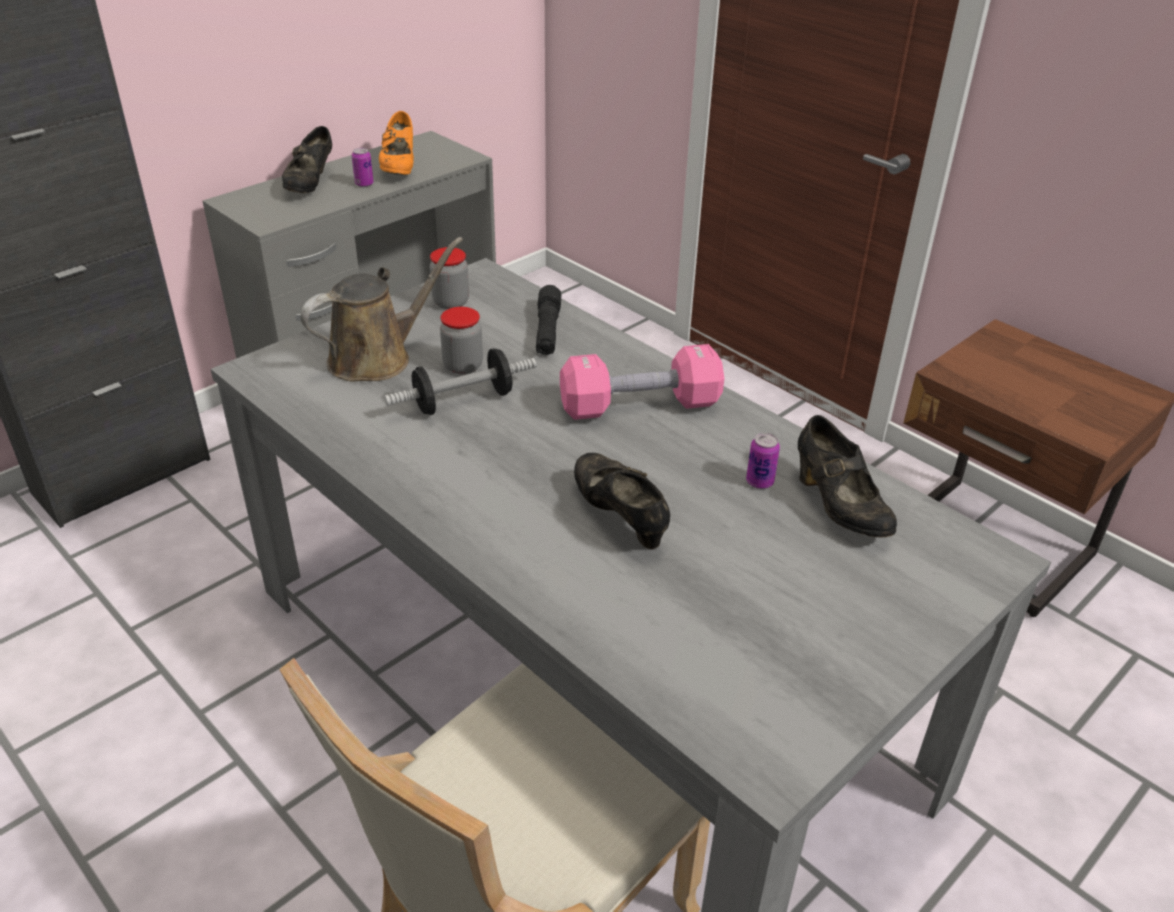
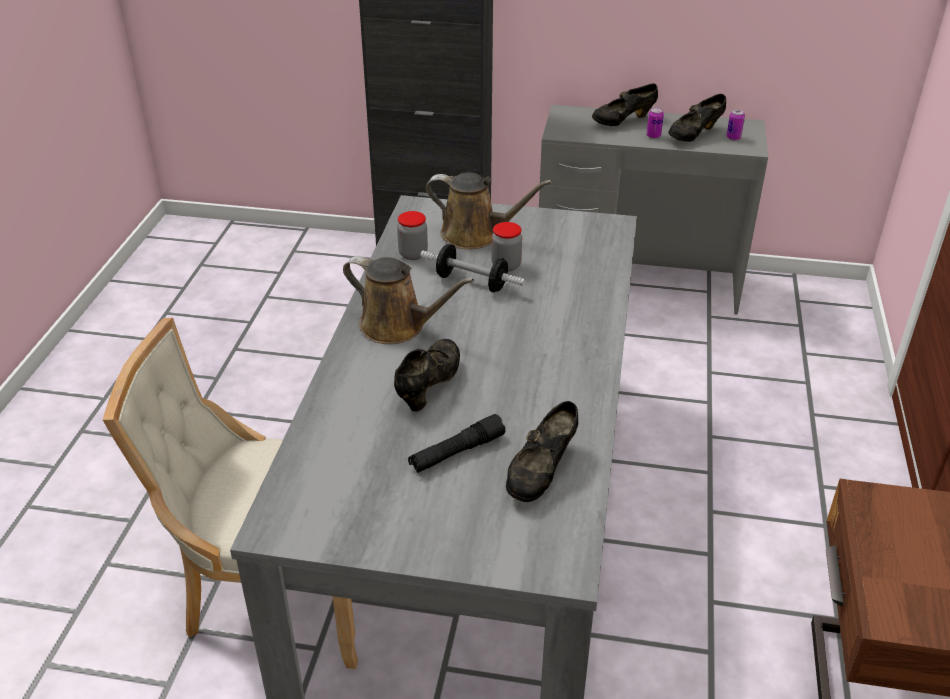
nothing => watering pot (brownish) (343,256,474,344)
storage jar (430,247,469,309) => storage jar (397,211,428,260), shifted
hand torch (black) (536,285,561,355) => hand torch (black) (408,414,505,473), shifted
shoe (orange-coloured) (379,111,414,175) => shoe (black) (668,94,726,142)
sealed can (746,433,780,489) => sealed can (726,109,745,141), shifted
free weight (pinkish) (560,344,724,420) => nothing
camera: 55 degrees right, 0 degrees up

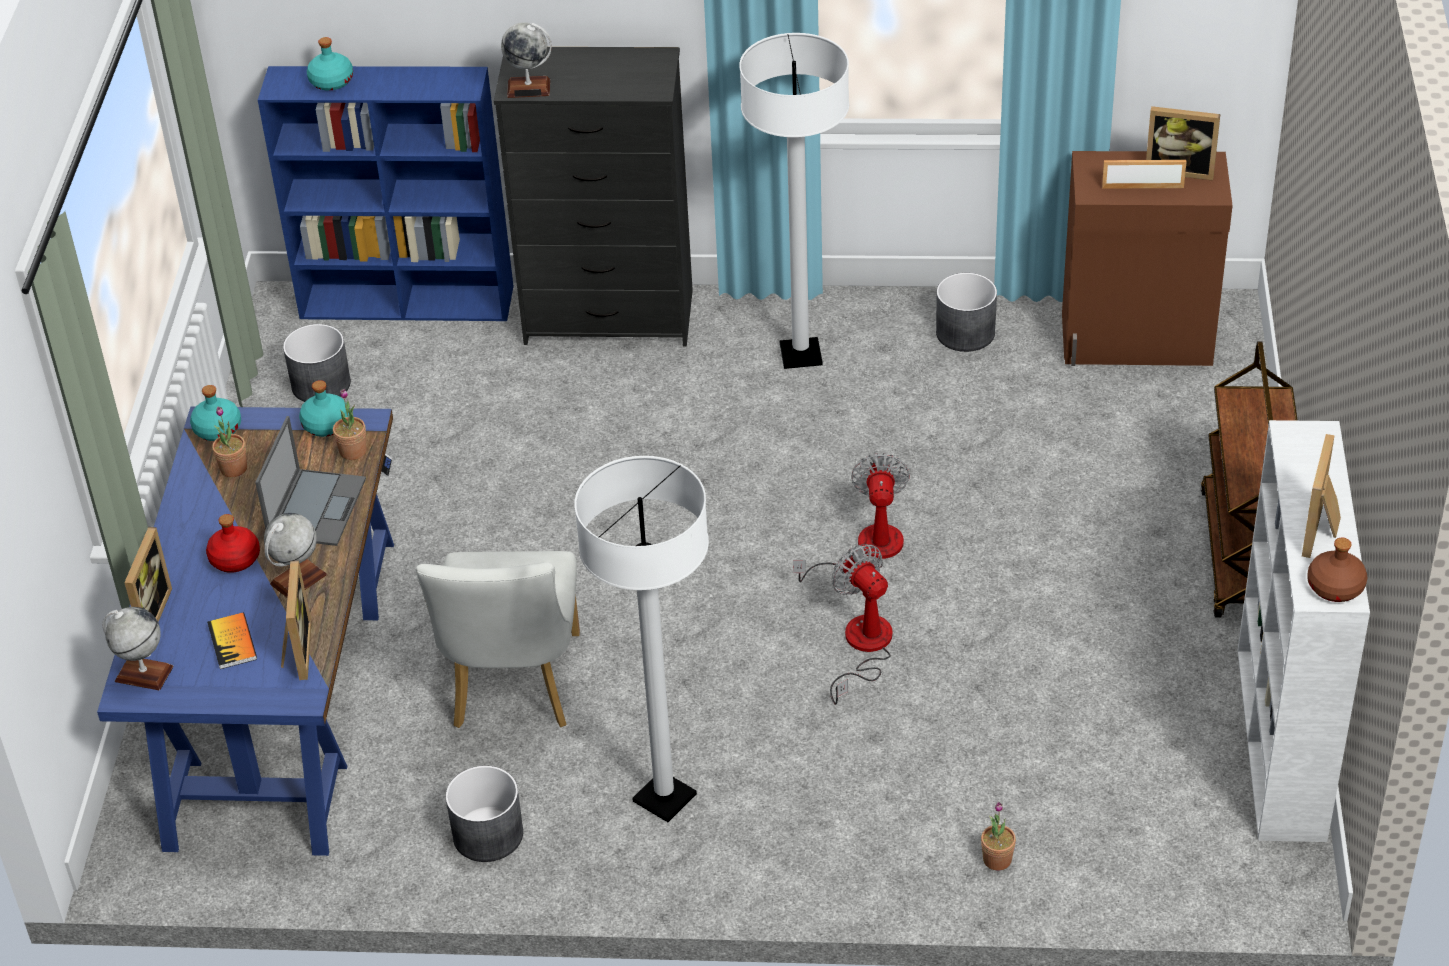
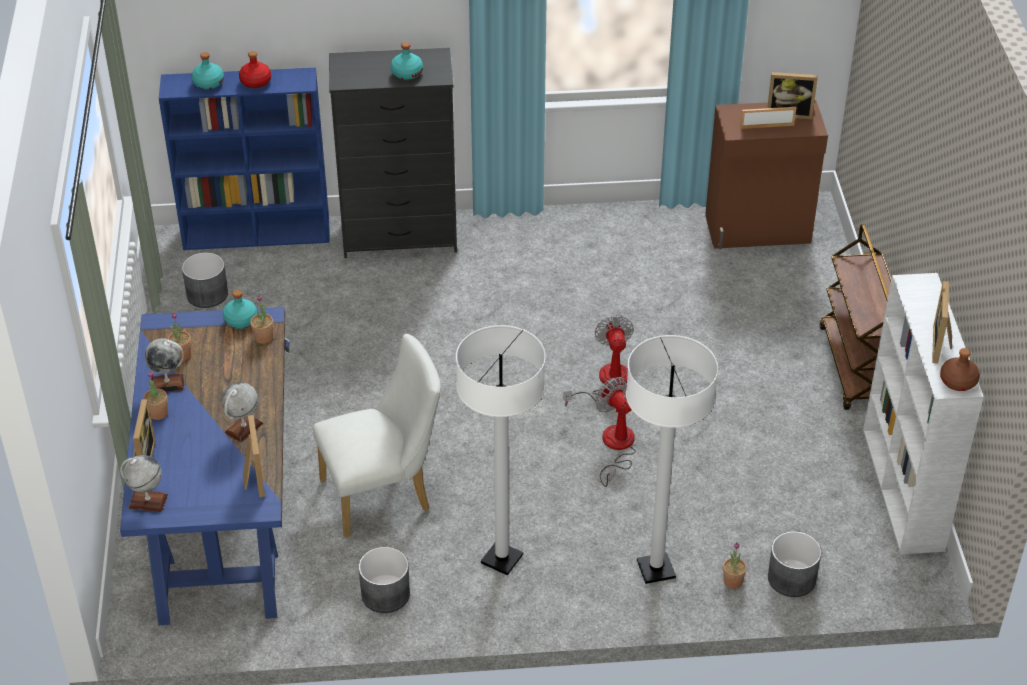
nothing => potted plant (143,370,168,420)
world globe (501,22,552,98) => world globe (144,338,184,392), shifted
drink bottle (reddish) (206,514,260,573) => drink bottle (reddish) (239,51,271,88), shifted
upright chair (whitish) (416,551,580,728) => upright chair (whitish) (313,334,441,538), 105 degrees counterclockwise
drink bottle (turquoise-coloured) (190,385,241,441) => drink bottle (turquoise-coloured) (391,42,423,80), shifted
standing lamp (whitish) (739,33,849,369) => standing lamp (whitish) (626,335,718,584), shifted
plant pot (gray) (936,273,997,352) => plant pot (gray) (768,531,821,597), shifted
volume (207,613,257,669) => nothing
portable computer (255,416,366,546) => nothing
camera: 10 degrees left, 0 degrees up

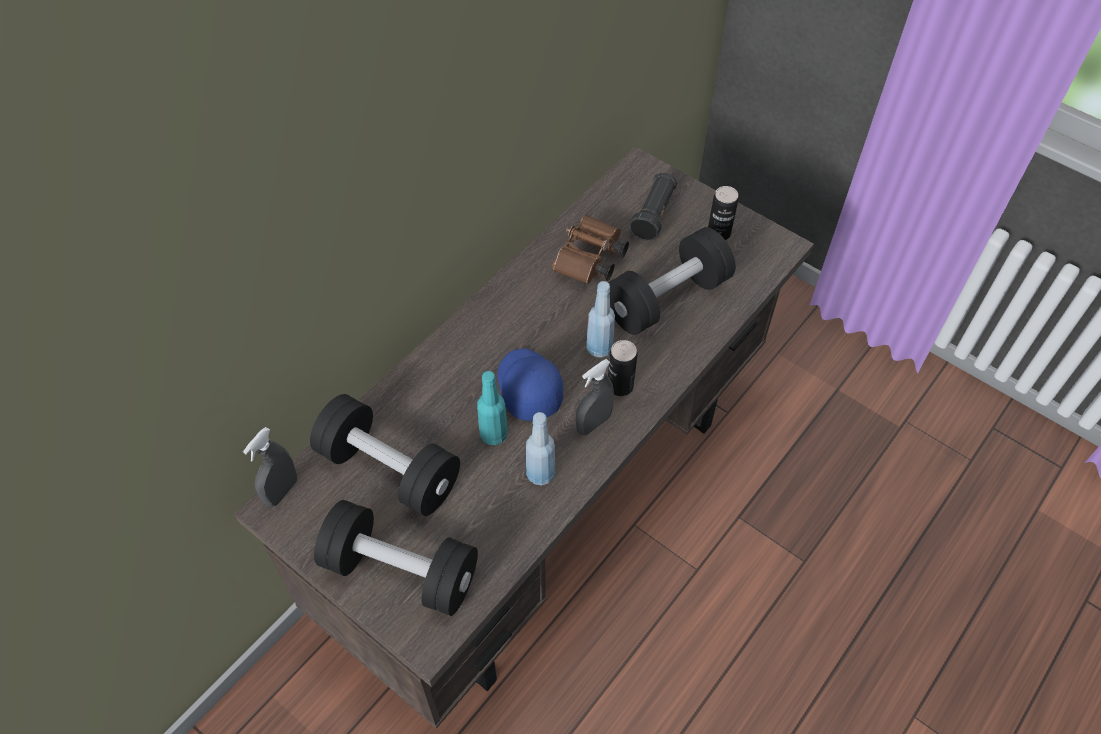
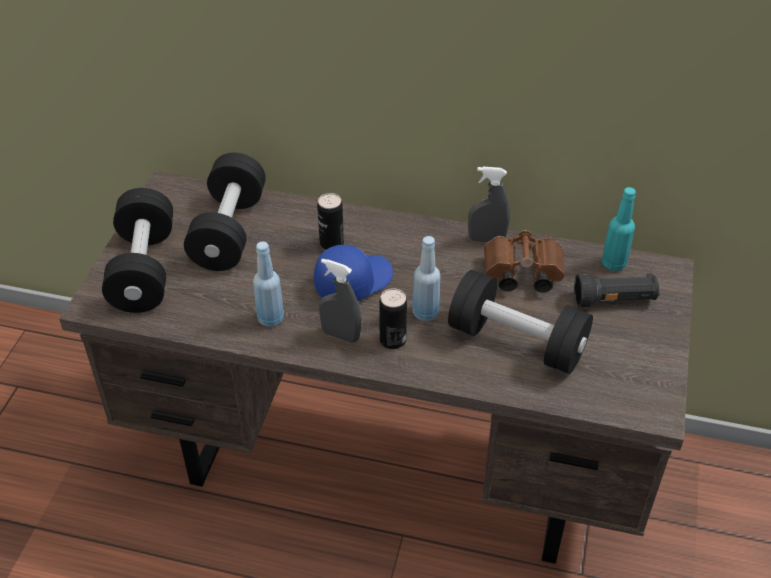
sealed can (708,186,739,240) => sealed can (317,193,344,250), shifted
spray bottle (gray) (243,427,297,507) => spray bottle (gray) (468,167,510,242), shifted
drink bottle (turquoise-coloured) (477,371,508,445) => drink bottle (turquoise-coloured) (602,187,636,271), shifted
camera: 65 degrees right, 10 degrees down

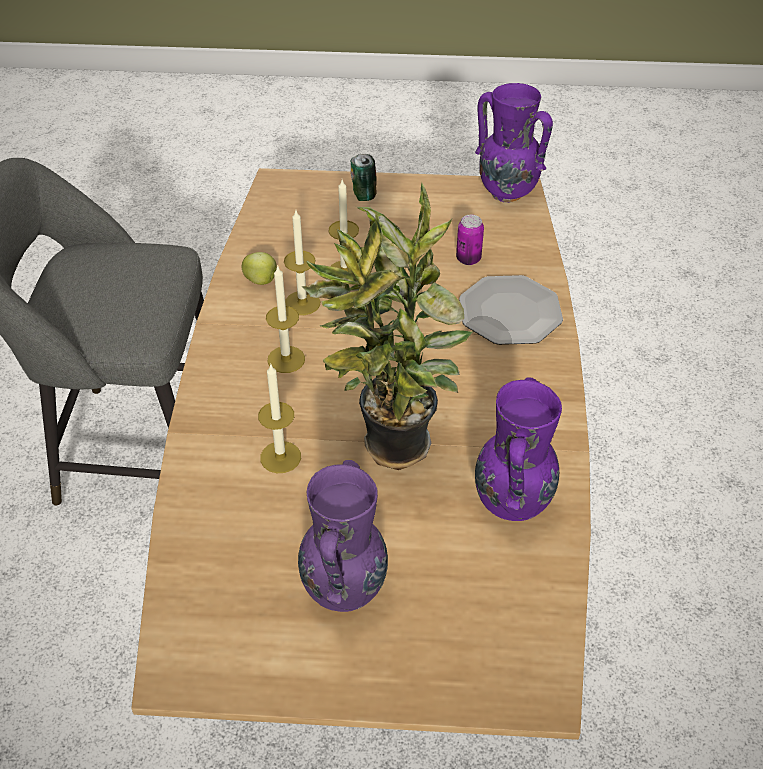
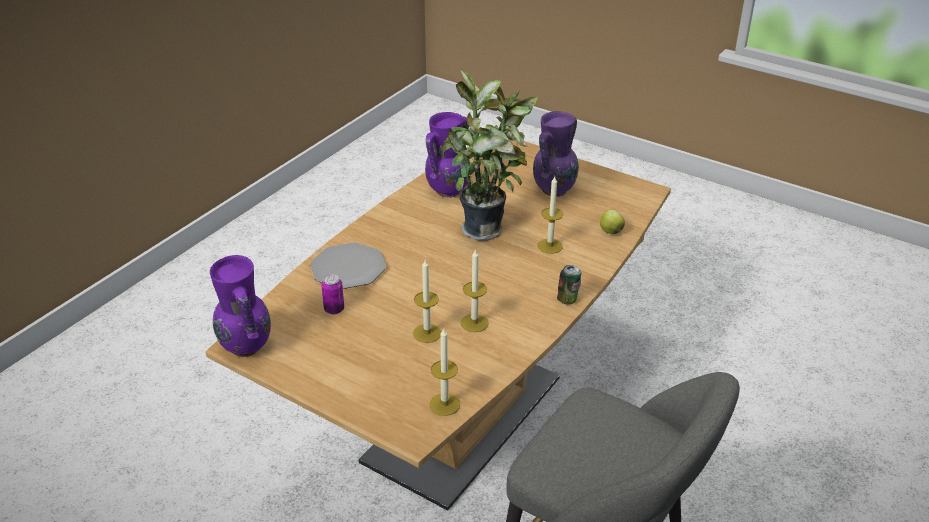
wax light (266,265,305,373) => wax light (429,328,460,416), shifted
sealed can (350,154,377,201) => sealed can (557,265,581,304), shifted
apple (242,252,277,285) => apple (600,210,625,234), shifted
camera: 150 degrees left, 10 degrees down

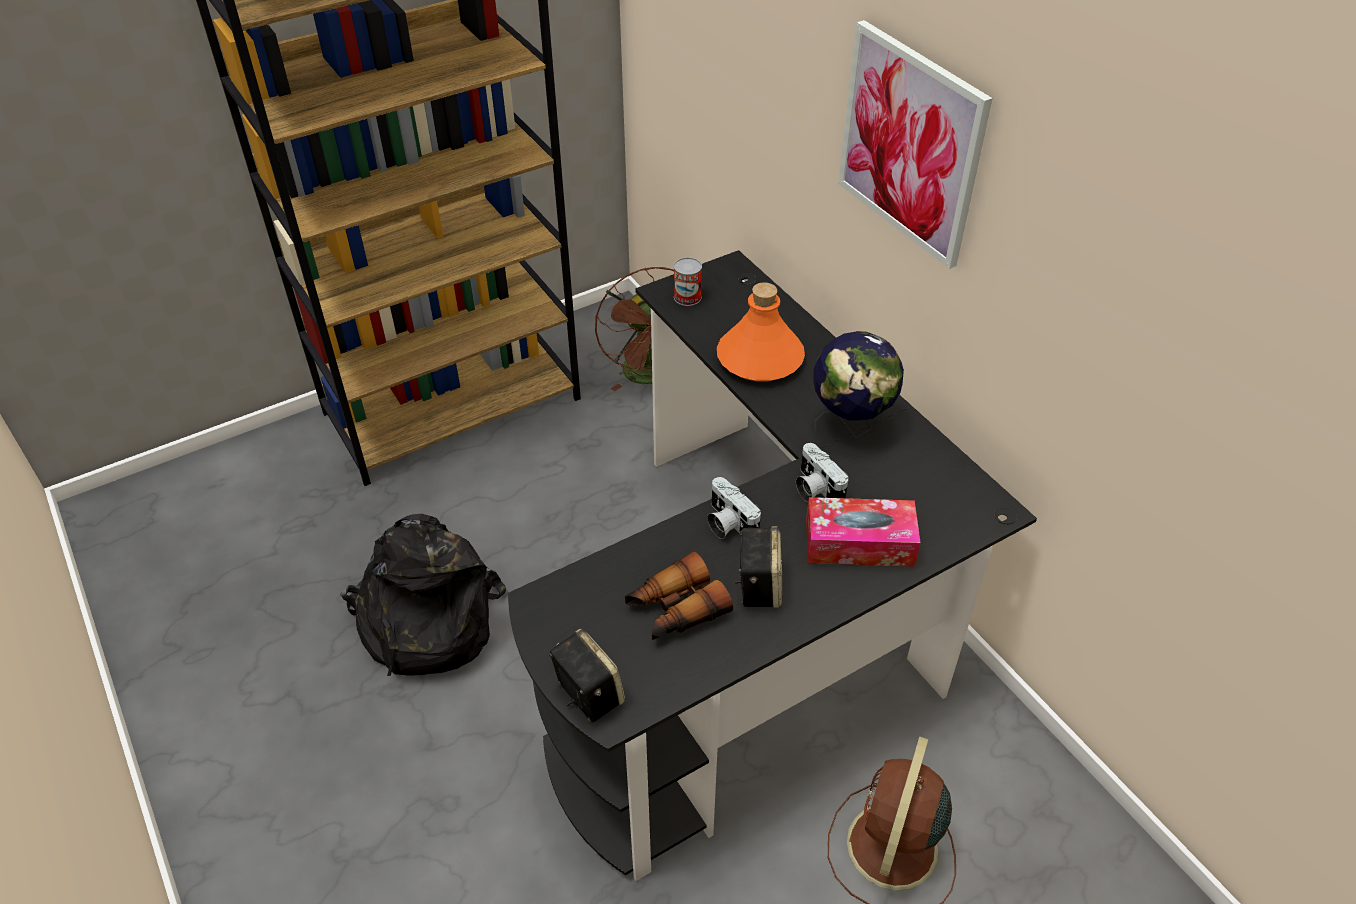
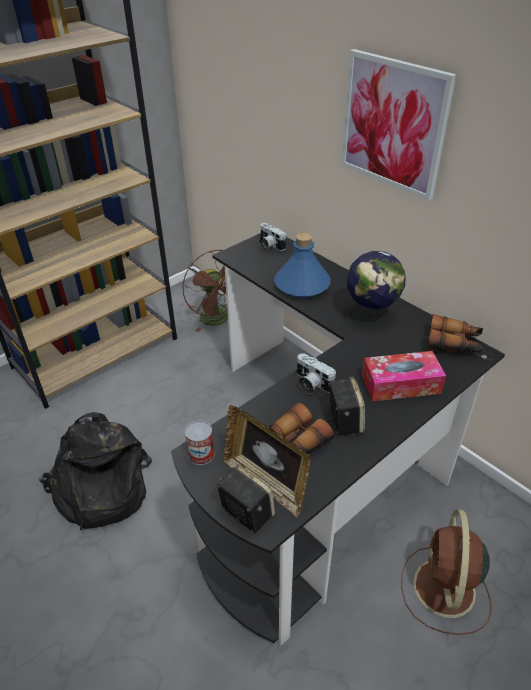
sealed can (674,257,702,306) => sealed can (185,420,214,465), shifted
nothing => photo frame (223,405,310,518)
still camera (796,443,848,502) => still camera (259,223,286,251), shifted
drink bottle (orange-coloured) (717,283,805,382) => drink bottle (bluish) (274,233,331,298)
nothing => field glasses (427,314,483,353)
camera: 10 degrees left, 5 degrees down

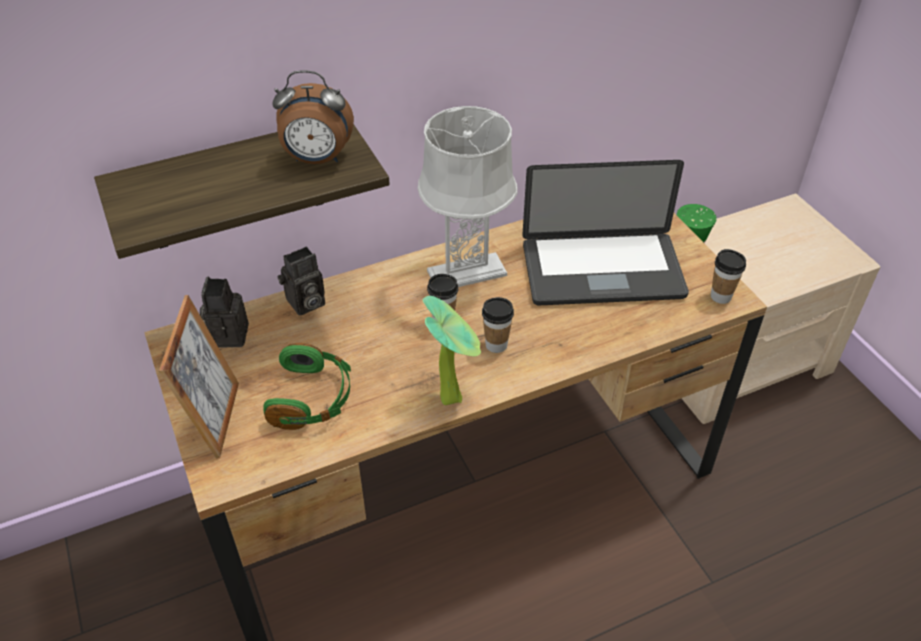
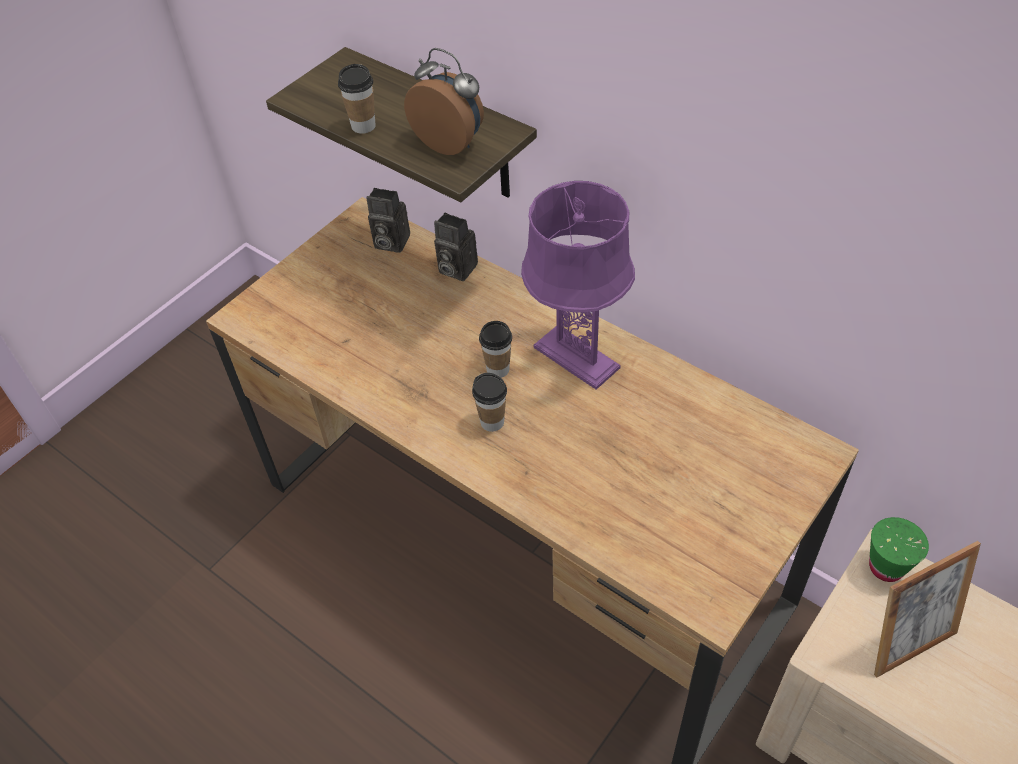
small cup (711,249,746,304) => small cup (338,64,376,134), shifted
still camera (200,276,249,347) => still camera (366,188,410,253), 135 degrees counterclockwise
alarm clock (272,70,354,164) => alarm clock (404,48,484,155), 150 degrees clockwise
tabletop lamp (gray) (418,106,518,287) => tabletop lamp (purple-coloured) (521,181,635,390)
photo frame (159,295,239,459) => photo frame (874,541,981,677), shifted
headphones (green) (263,343,351,430) => nothing
potted plant (422,296,481,405) => nothing
portable computer (522,160,689,305) => nothing
camera: 65 degrees right, 5 degrees up

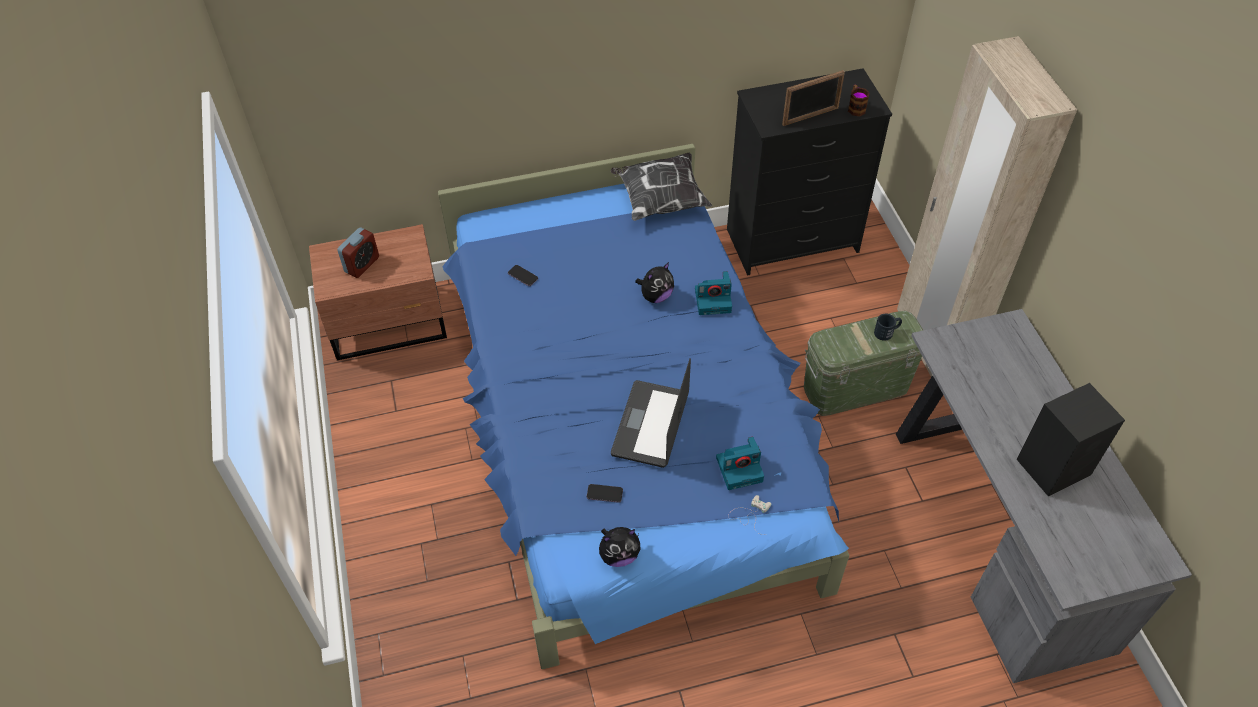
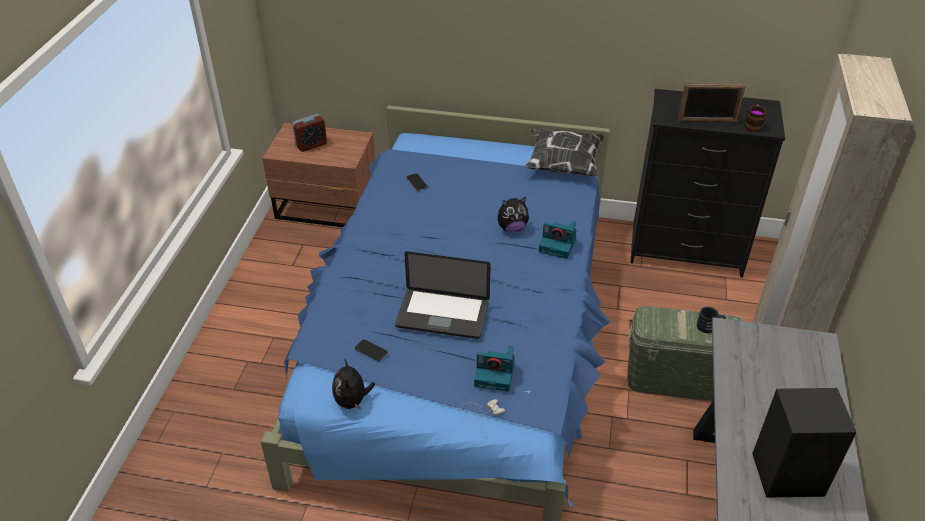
plush toy (599,527,641,567) => plush toy (332,358,375,410), 75 degrees clockwise
portable computer (611,358,691,468) => portable computer (395,251,491,339), 120 degrees counterclockwise
camera: 25 degrees right, 10 degrees down

